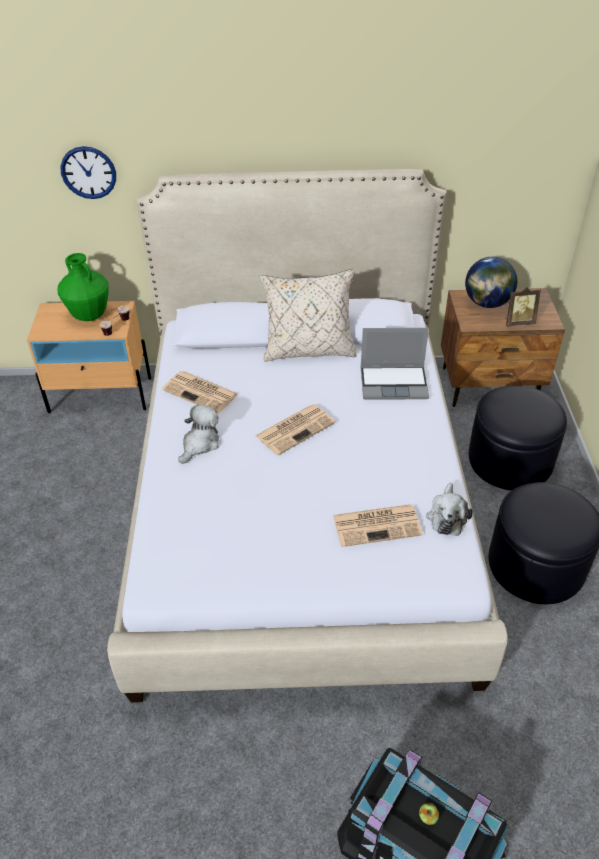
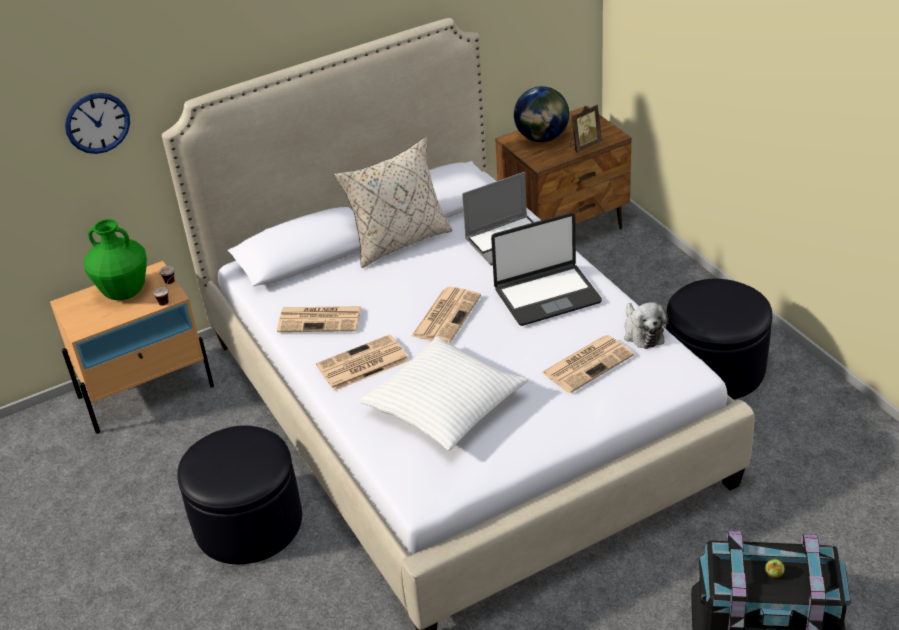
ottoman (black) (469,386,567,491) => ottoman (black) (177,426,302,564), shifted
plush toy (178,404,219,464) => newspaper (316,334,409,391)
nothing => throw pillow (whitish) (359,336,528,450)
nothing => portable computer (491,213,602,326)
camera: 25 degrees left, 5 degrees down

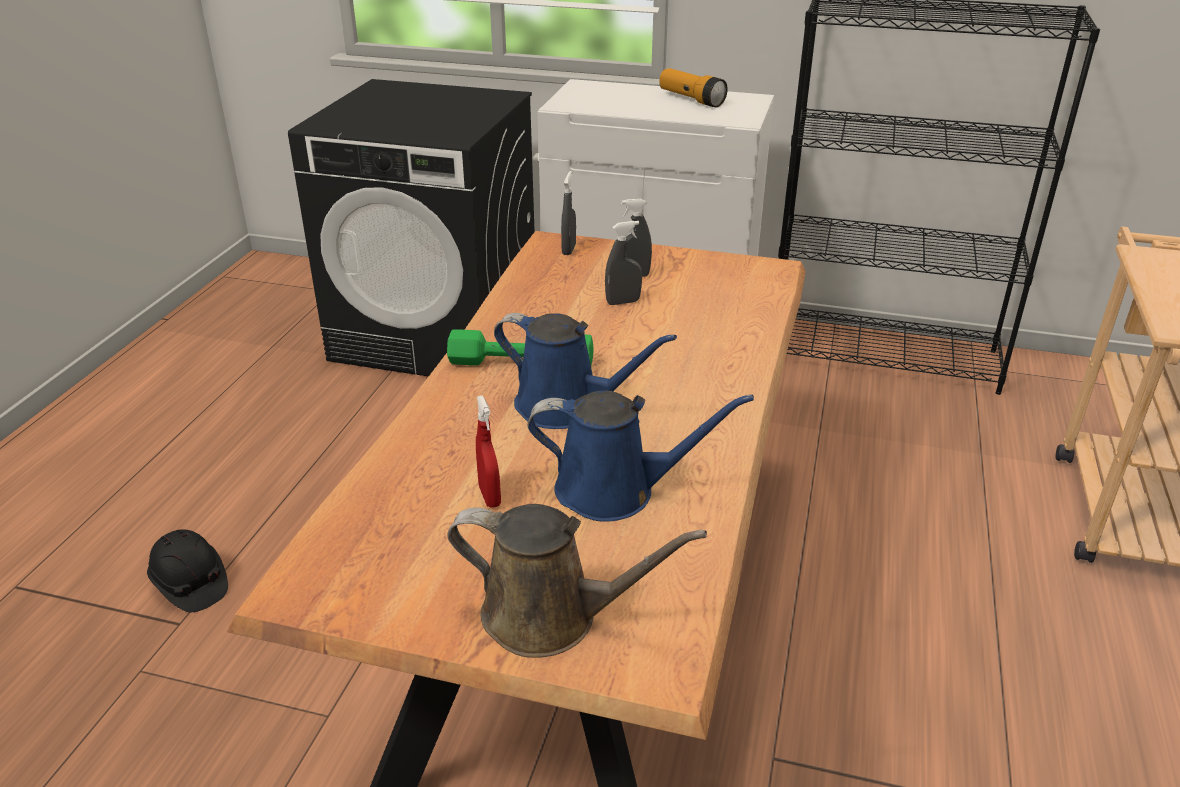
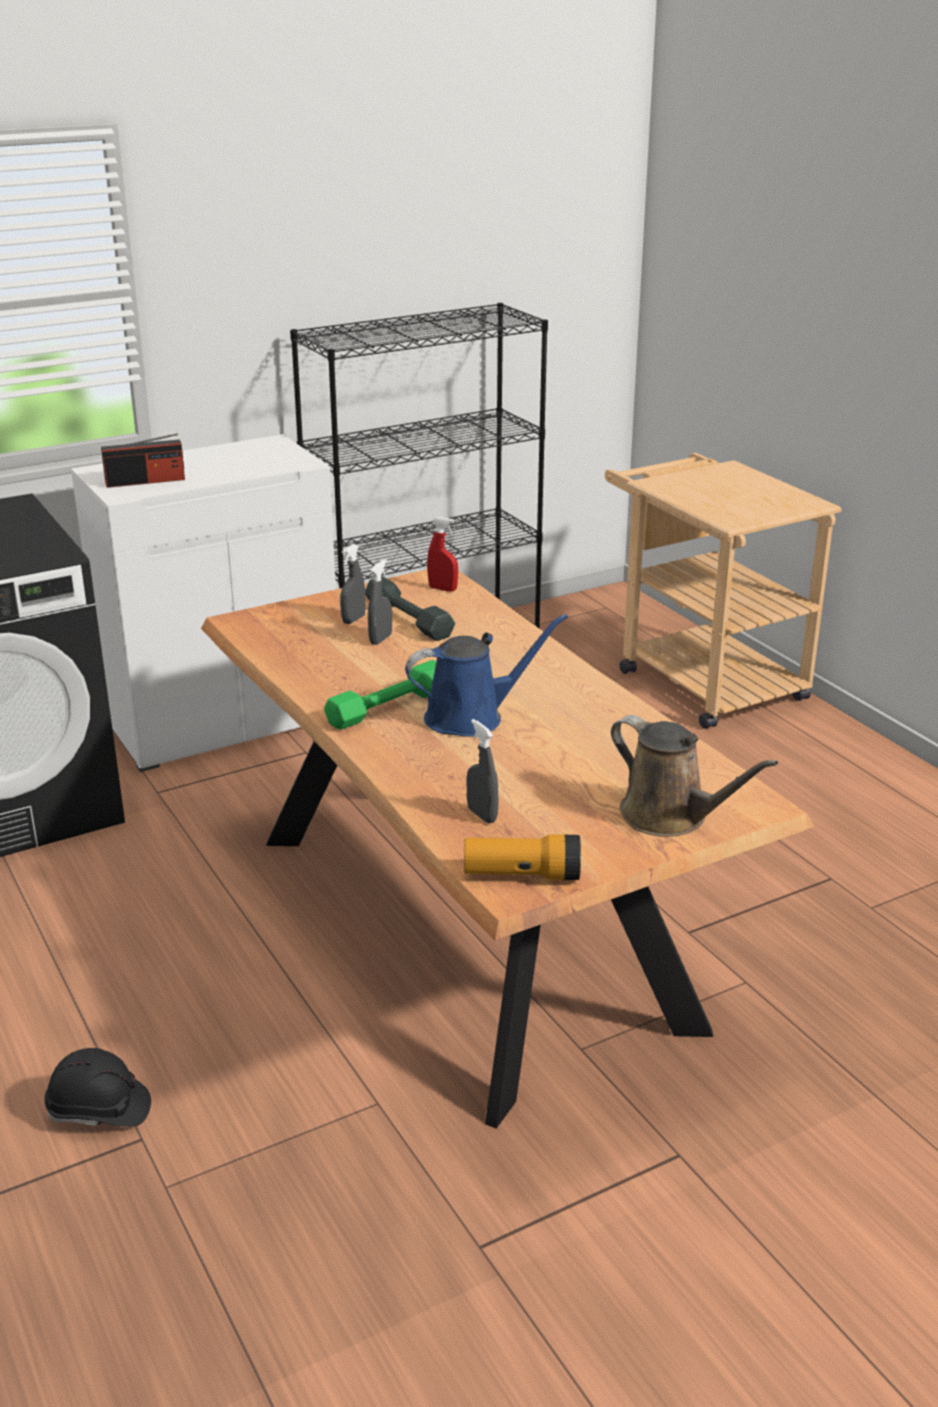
nothing => radio (101,433,185,488)
nothing => free weight (gray) (365,577,455,641)
spray bottle (reddish) (476,395,501,508) => spray bottle (reddish) (427,517,458,592), shifted
hand torch (659,68,728,107) => hand torch (464,834,581,880), shifted
spray bottle (gray) (561,171,576,255) => spray bottle (gray) (466,719,499,823), shifted
watering pot (brownish) (447,504,707,658) => watering pot (brownish) (611,715,778,837), 75 degrees clockwise
watering pot (bluish) (528,391,754,522) => nothing
camera: 45 degrees left, 5 degrees down

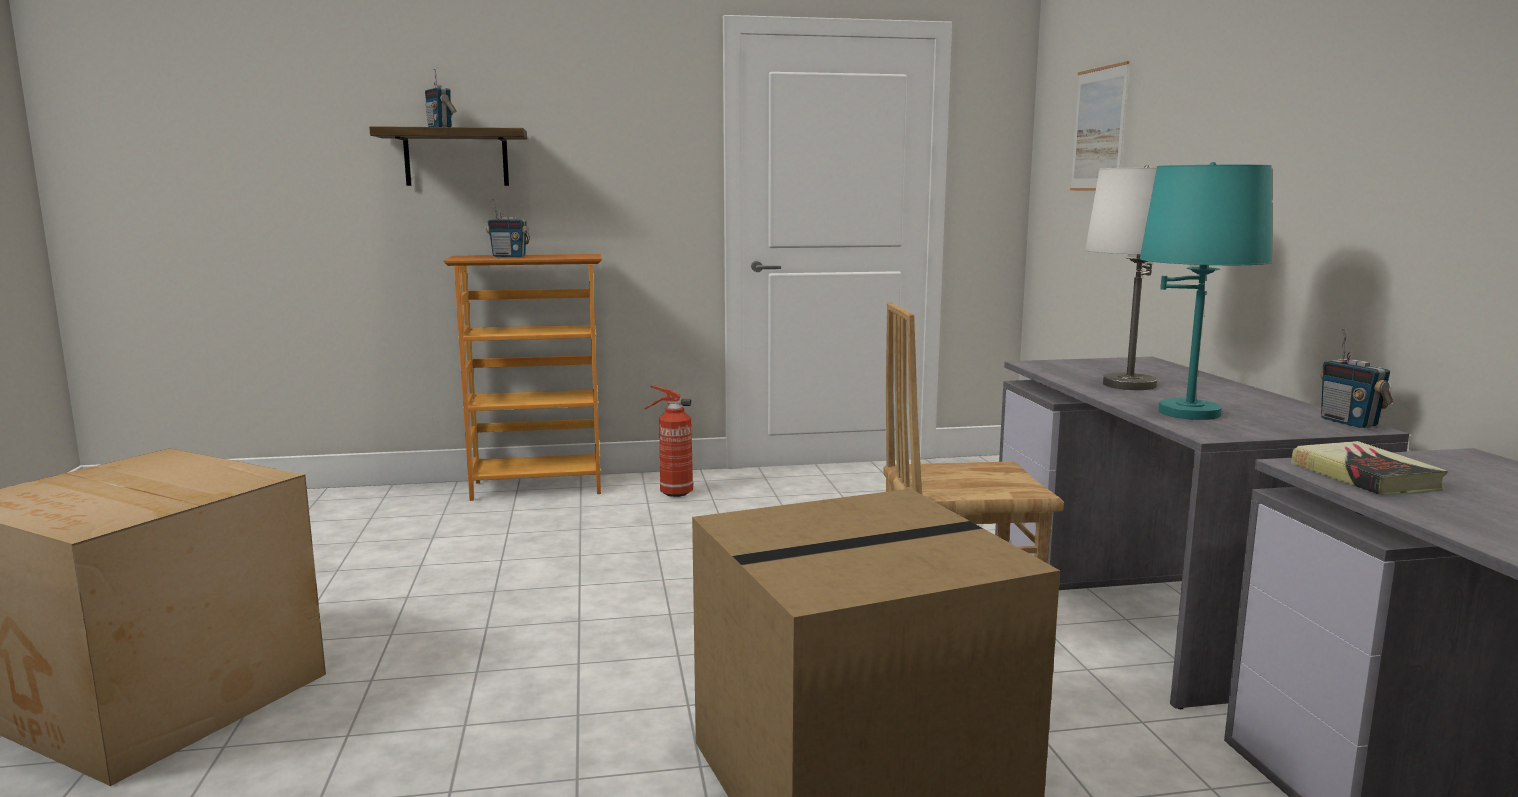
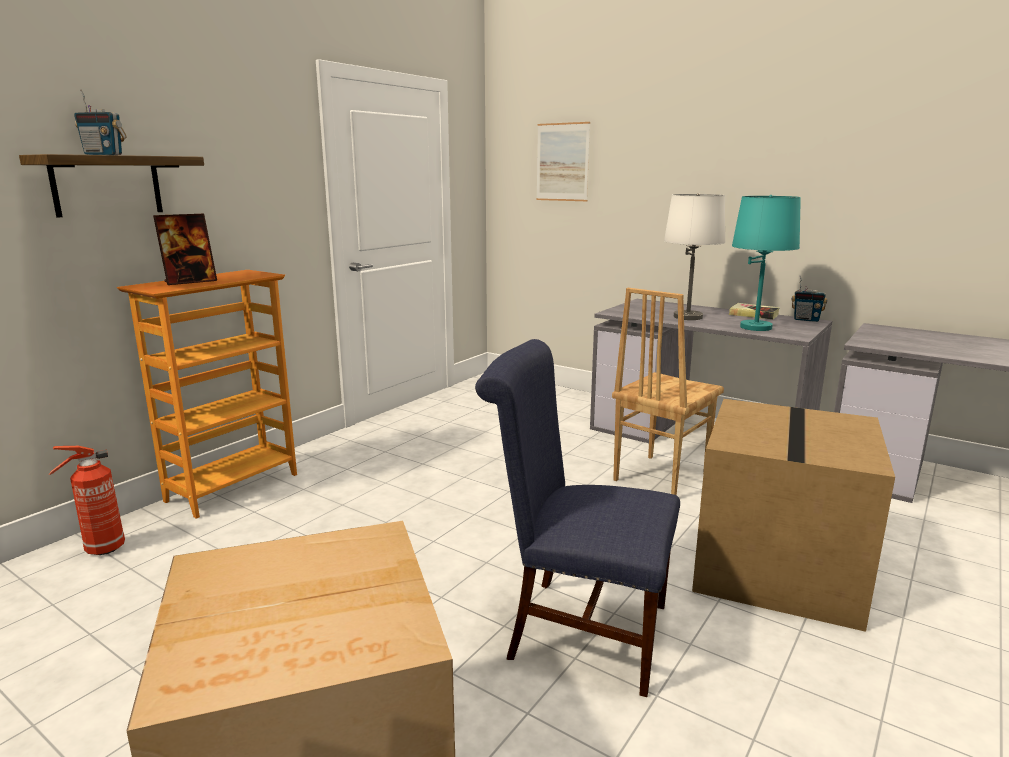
fire-fighting cylinder (645,385,693,497) => fire-fighting cylinder (49,446,125,555), shifted
radio (486,199,530,257) => photo frame (153,214,217,285)
nothing => upright chair (bluish) (475,339,680,697)
volume (1291,441,1448,495) => volume (729,303,780,319), shifted
camera: 45 degrees left, 5 degrees up

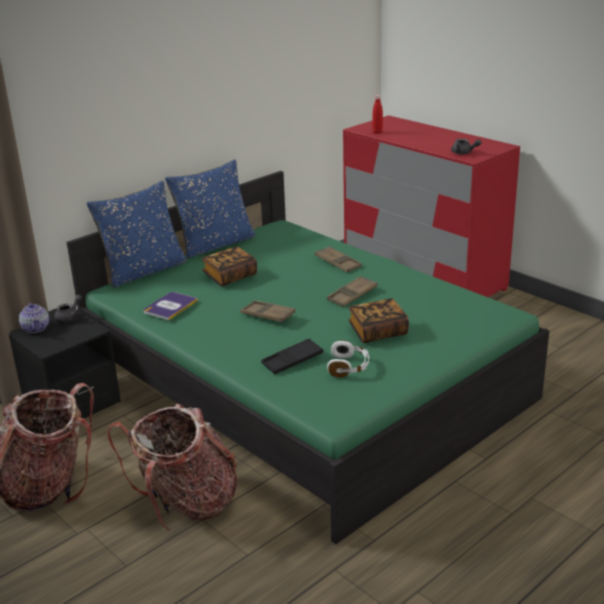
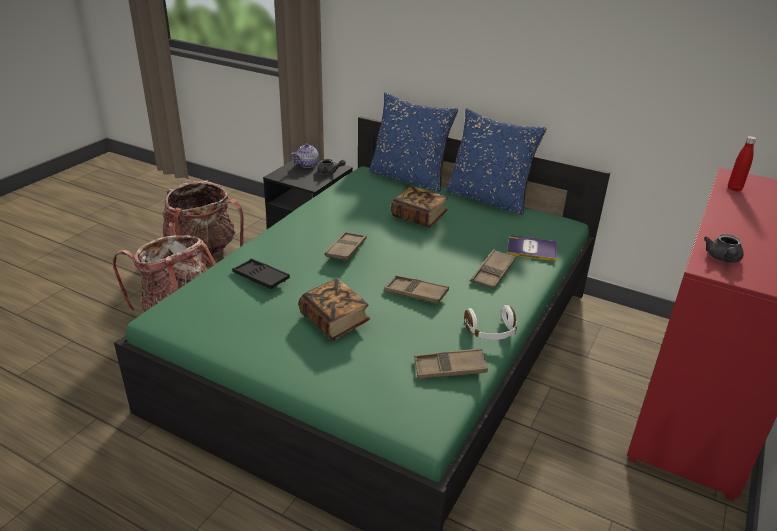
nothing => carrying tray (brownish) (414,348,488,379)
headphones (whitish) (327,340,369,377) => headphones (whitish) (464,305,517,340), shifted
volume (144,292,198,320) => volume (507,236,557,261), shifted
camera: 70 degrees right, 5 degrees up

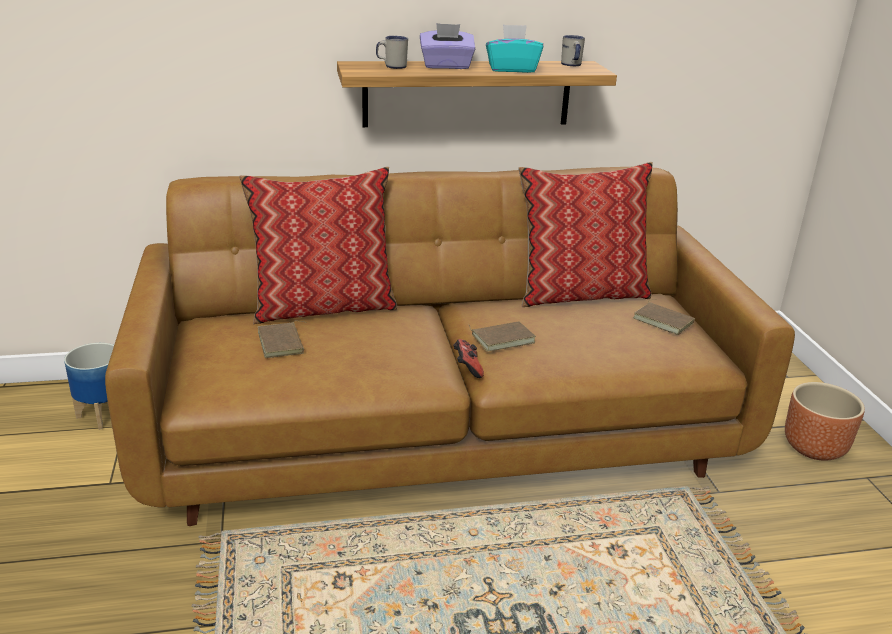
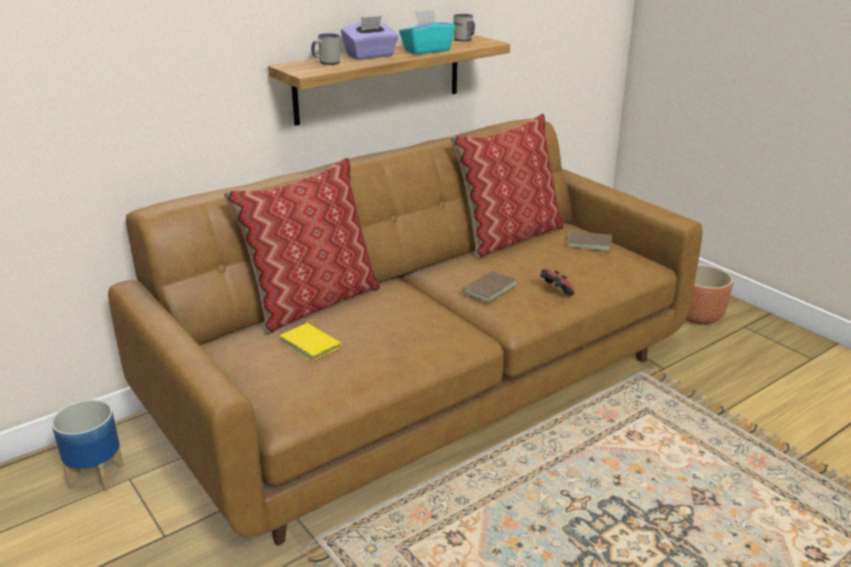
volume (brownish) (258,320,304,358) => volume (yellow) (279,319,341,362)
gamepad (453,339,484,378) => gamepad (540,268,575,296), shifted
camera: 25 degrees left, 0 degrees up

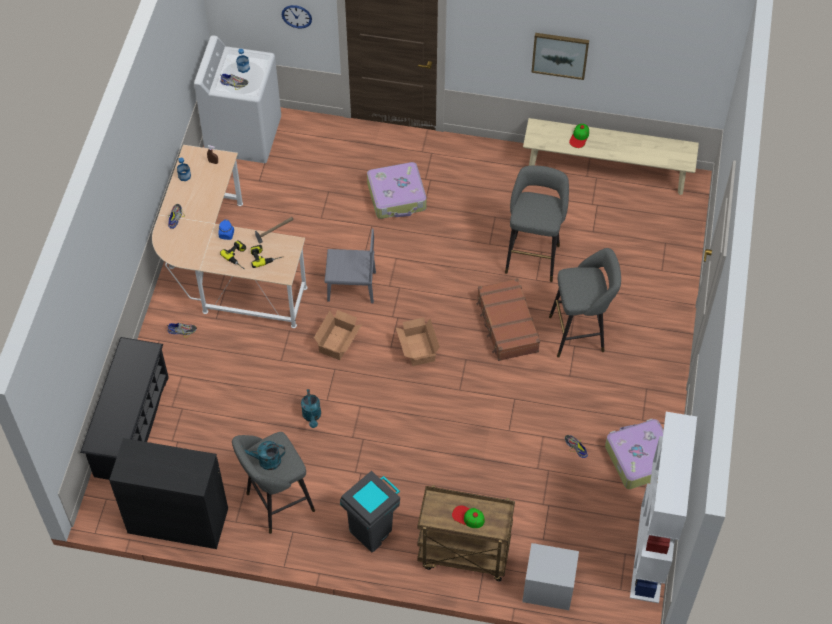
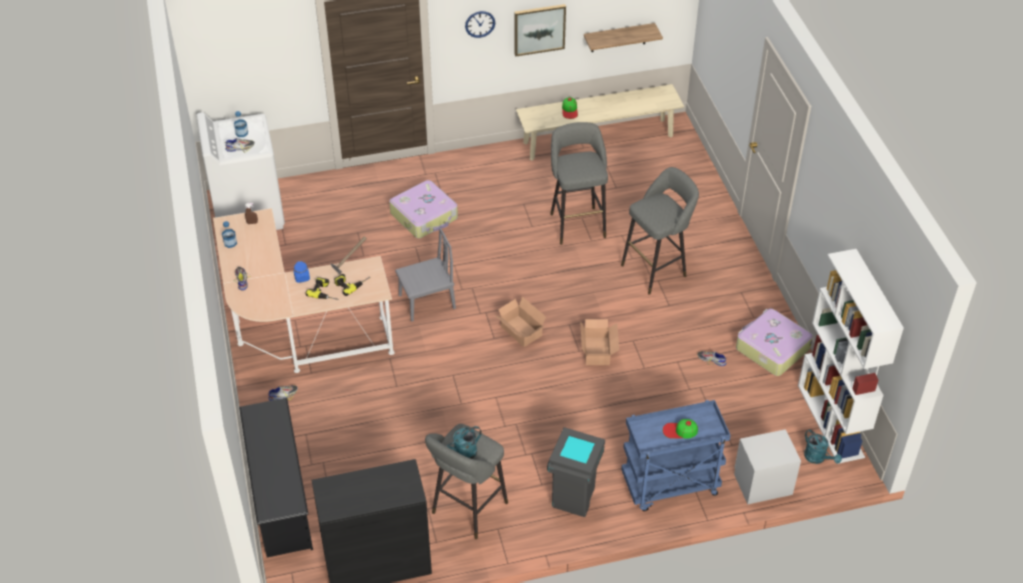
hanging clock (282,5,312,28) => hanging clock (465,11,495,38), shifted
carton (314,310,362,360) => carton (580,319,619,365), shifted
nothing => wall shelf (584,23,663,52)
cart (brownish) (417,485,515,581) => cart (bluish) (621,400,731,511)
watering pot (turquoise-coloured) (301,389,321,428) => watering pot (turquoise-coloured) (804,429,842,464), shifted
piece of luggage (brownish) (476,278,540,361) => nothing
camera: 25 degrees left, 10 degrees down

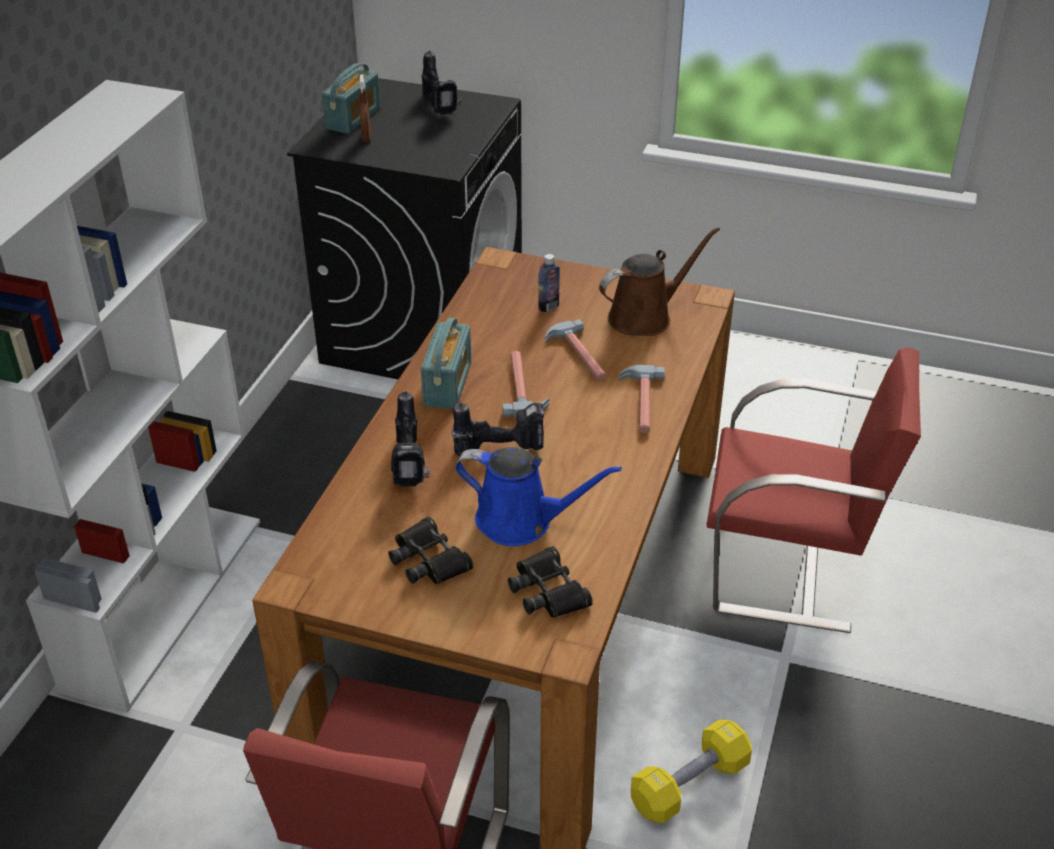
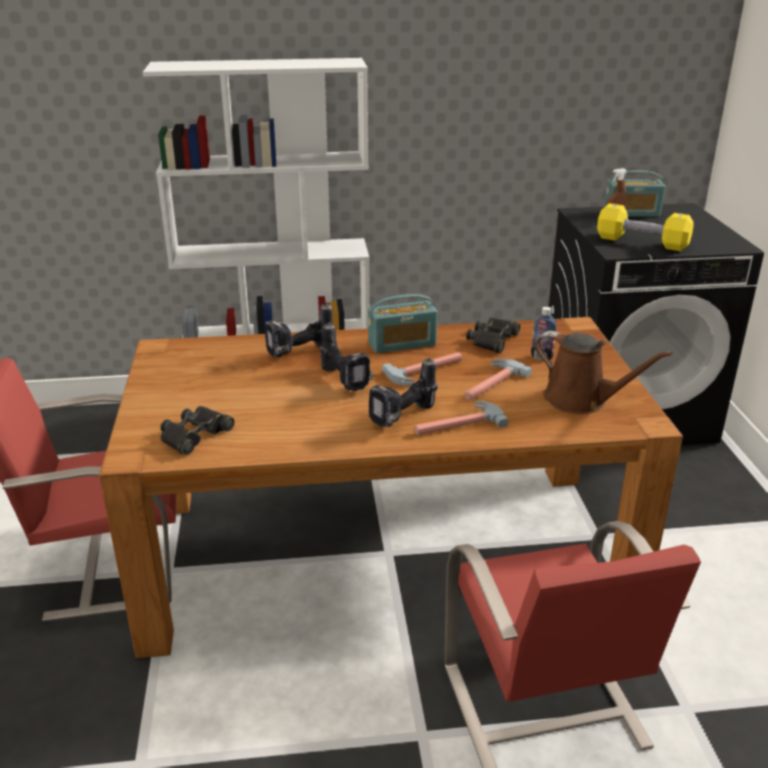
electric drill (422,50,462,115) => electric drill (369,358,438,427), shifted
field glasses (black) (388,516,474,584) => field glasses (black) (466,317,520,353), shifted
free weight (yellow) (631,720,752,823) => free weight (yellow) (597,203,693,251), shifted
watering pot (bluish) (455,447,622,546) => nothing
camera: 65 degrees right, 10 degrees down

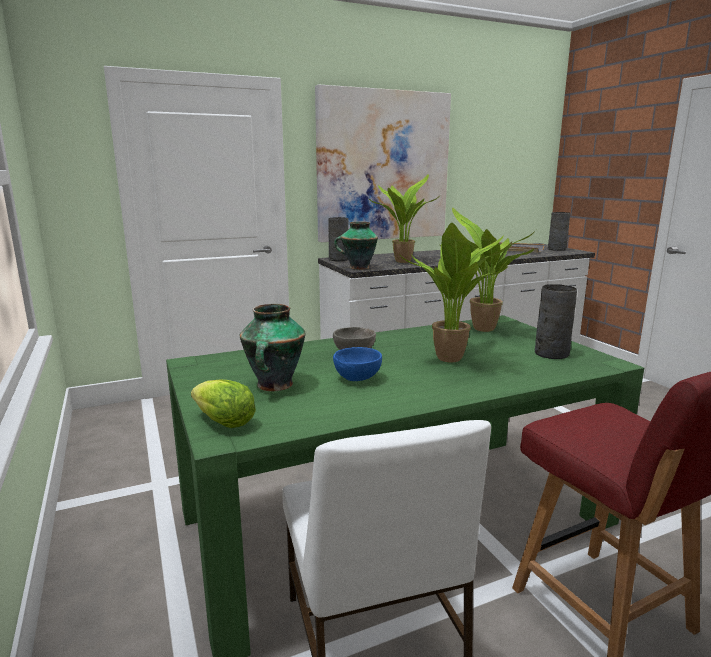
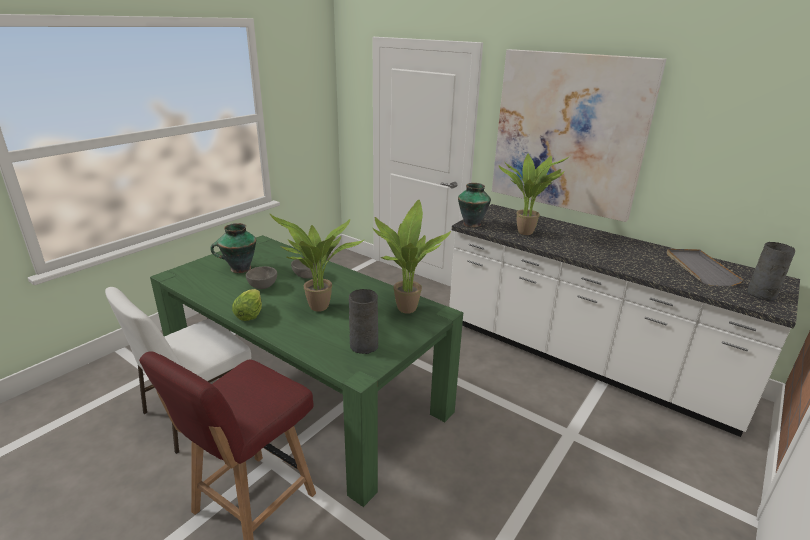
lettuce (191,380,256,428) => lettuce (232,289,262,321), shifted
deep dish (bluish) (333,347,382,381) => deep dish (gray) (246,266,277,289)
decorative vase (gray) (328,217,349,261) => nothing
camera: 60 degrees right, 10 degrees up

